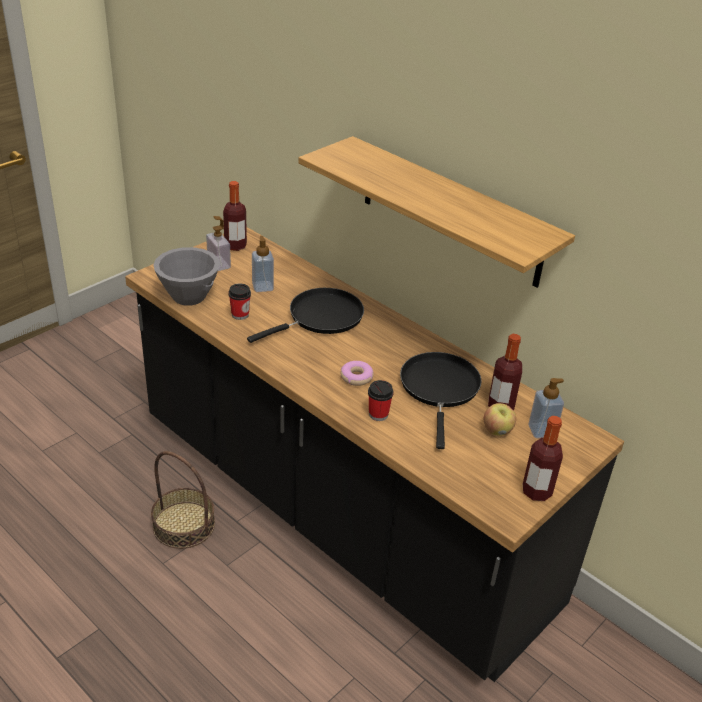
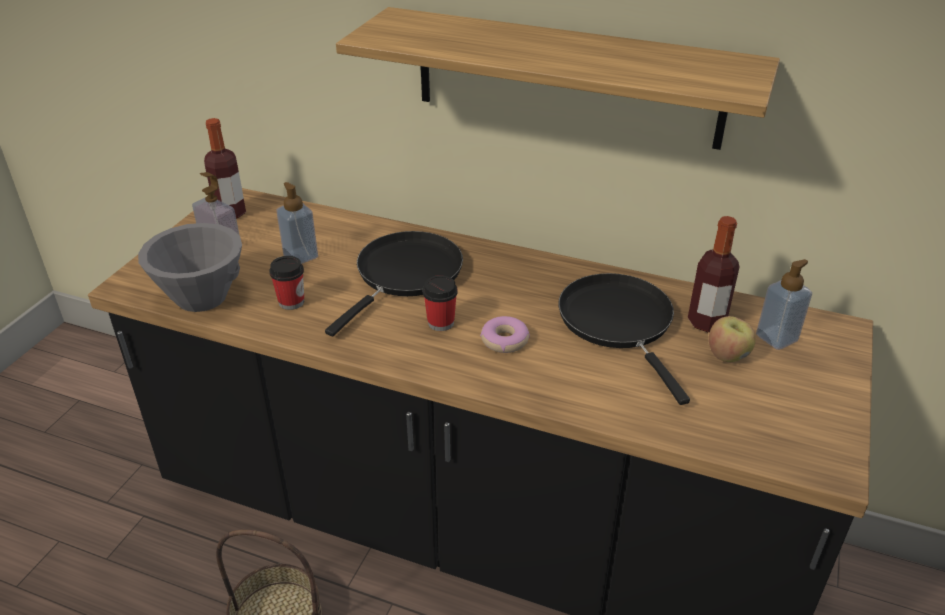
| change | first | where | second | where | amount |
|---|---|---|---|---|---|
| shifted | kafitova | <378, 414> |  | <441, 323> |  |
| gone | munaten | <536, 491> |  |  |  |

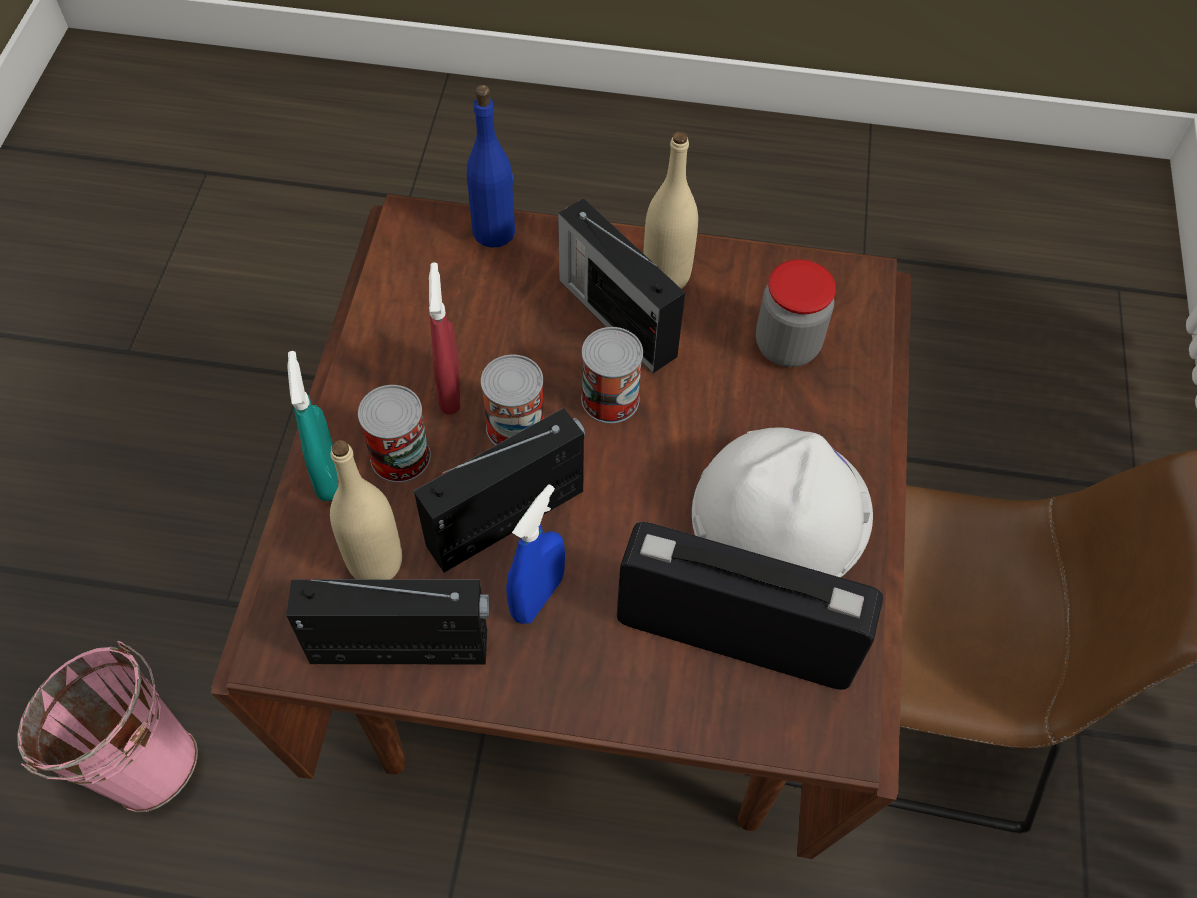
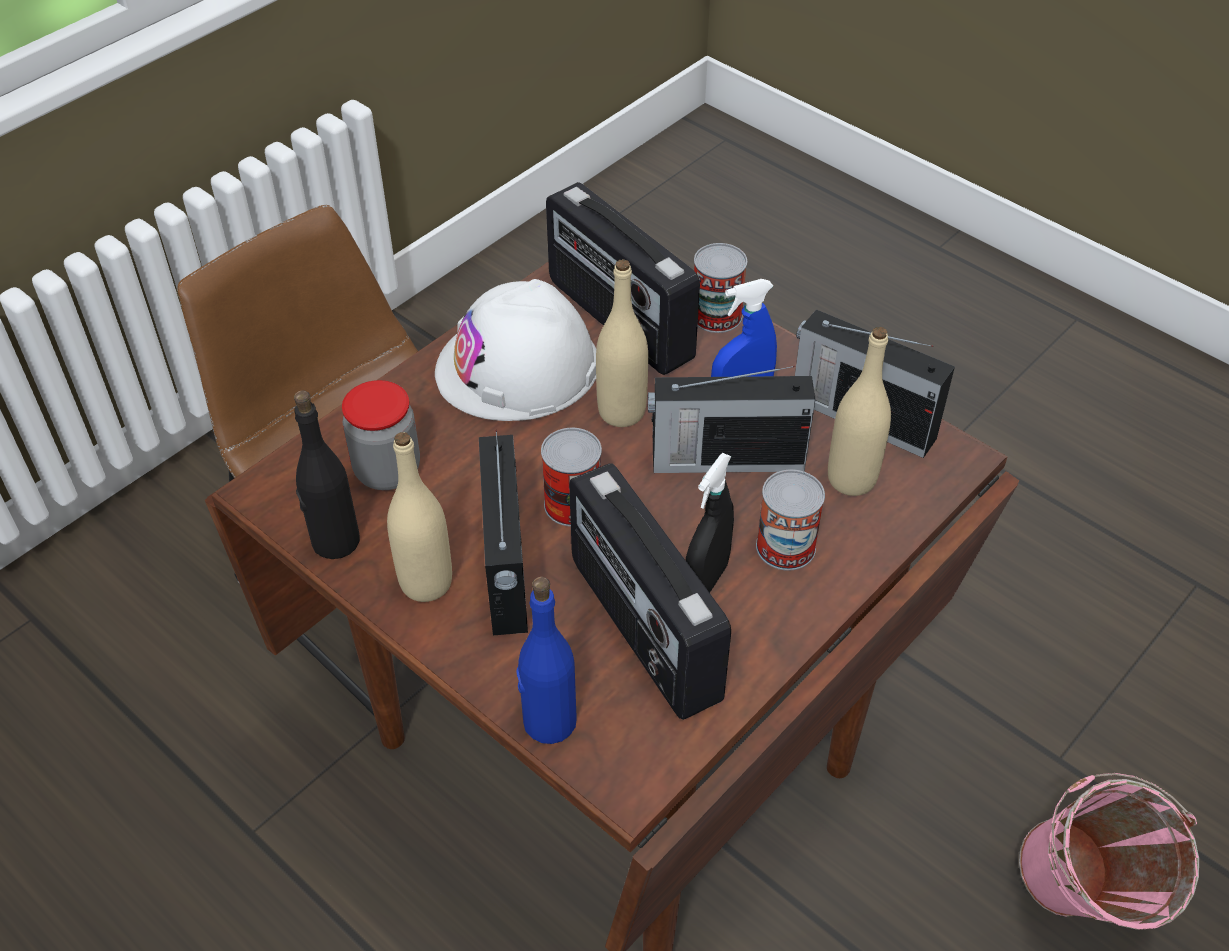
| change | first | where | second | where | amount |
|---|---|---|---|---|---|
| repainted | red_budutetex | <450, 390> | black_budutetex | <706, 580> |  |
| gone | turquoise_budutetex | <326, 474> |  |  |  |
| shifted | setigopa | <515, 426> |  | <716, 315> |  |
| new |  |  | beige_munaten | <621, 412> |  |
| new |  |  | black_munaten | <335, 541> |  |
| new |  |  | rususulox | <642, 630> |  |

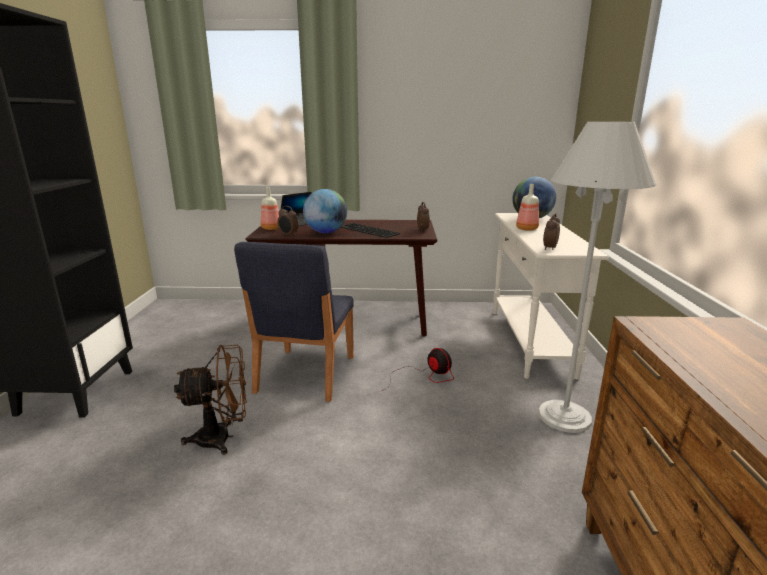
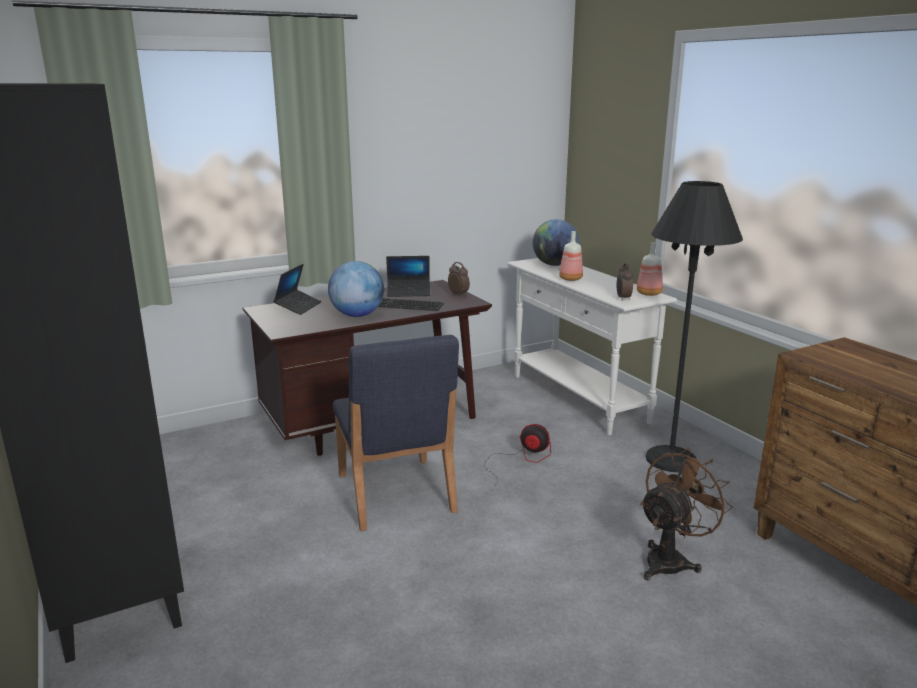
| change | first | where | second | where | amount |
|---|---|---|---|---|---|
| repainted | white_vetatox | <564, 417> | black_vetatox | <671, 459> |  |
| shifted | munaten | <272, 228> |  | <649, 293> |  |
| gone | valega | <288, 235> |  |  |  |
| shifted | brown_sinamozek | <223, 438> |  | <671, 560> |  |
| new |  |  | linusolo | <409, 292> |  |

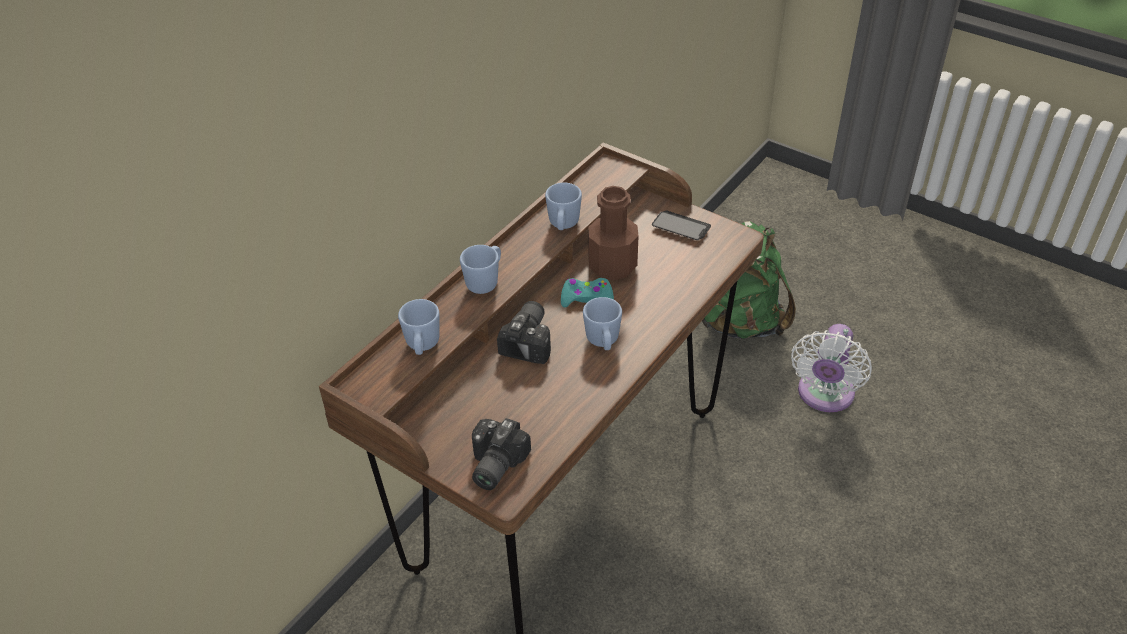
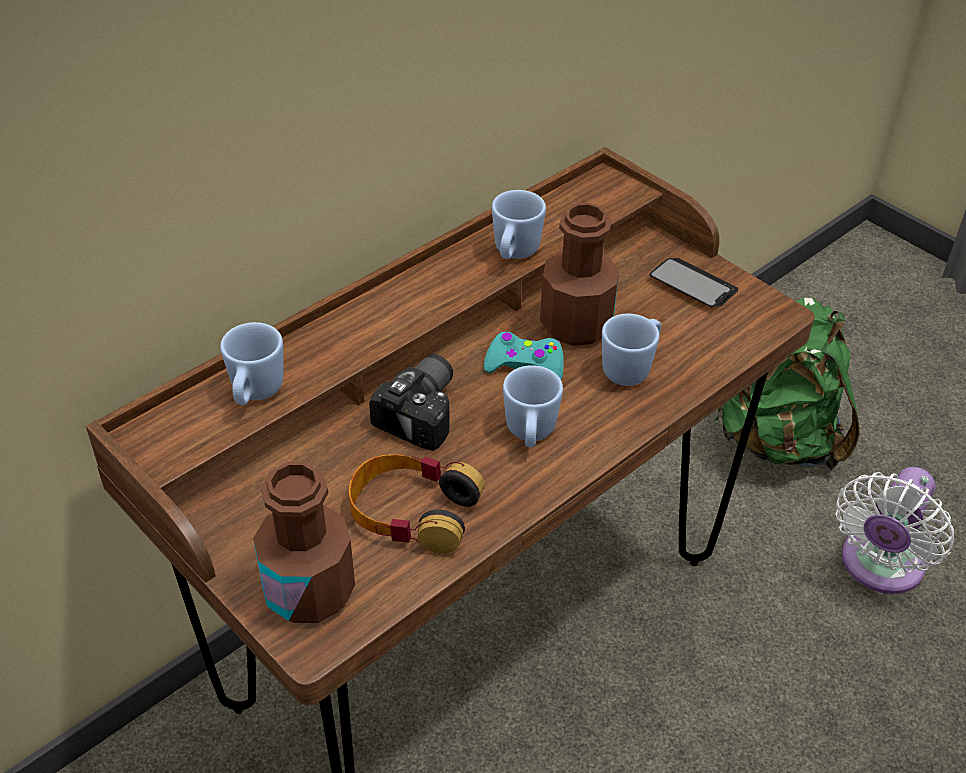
| change | first | where | second | where | amount |
|---|---|---|---|---|---|
| shifted | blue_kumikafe | <485, 281> |  | <631, 368> |  |
| swapped | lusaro | <493, 464> | brown_munaten | <309, 591> |  |
| new |  |  | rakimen | <412, 511> |  |

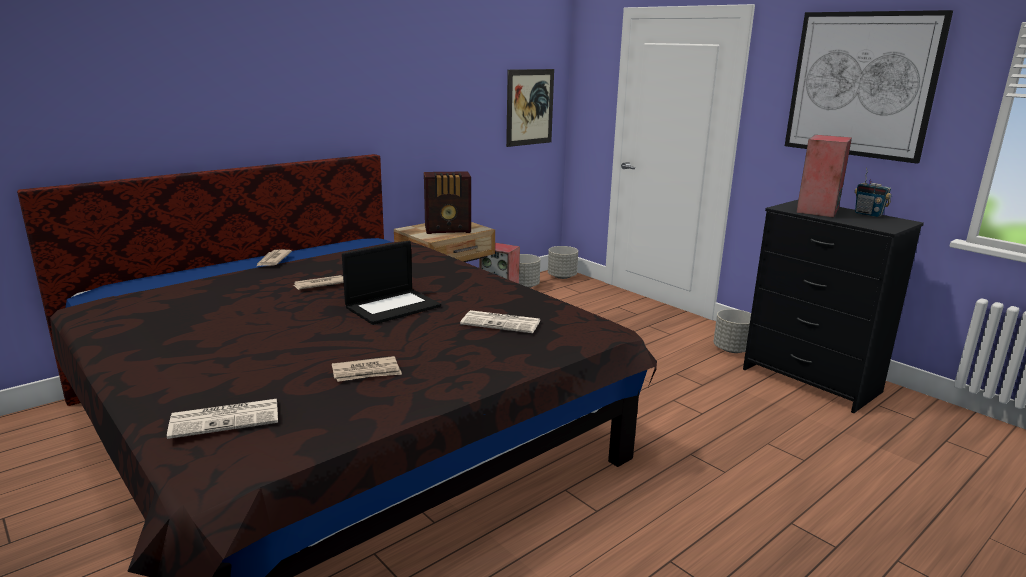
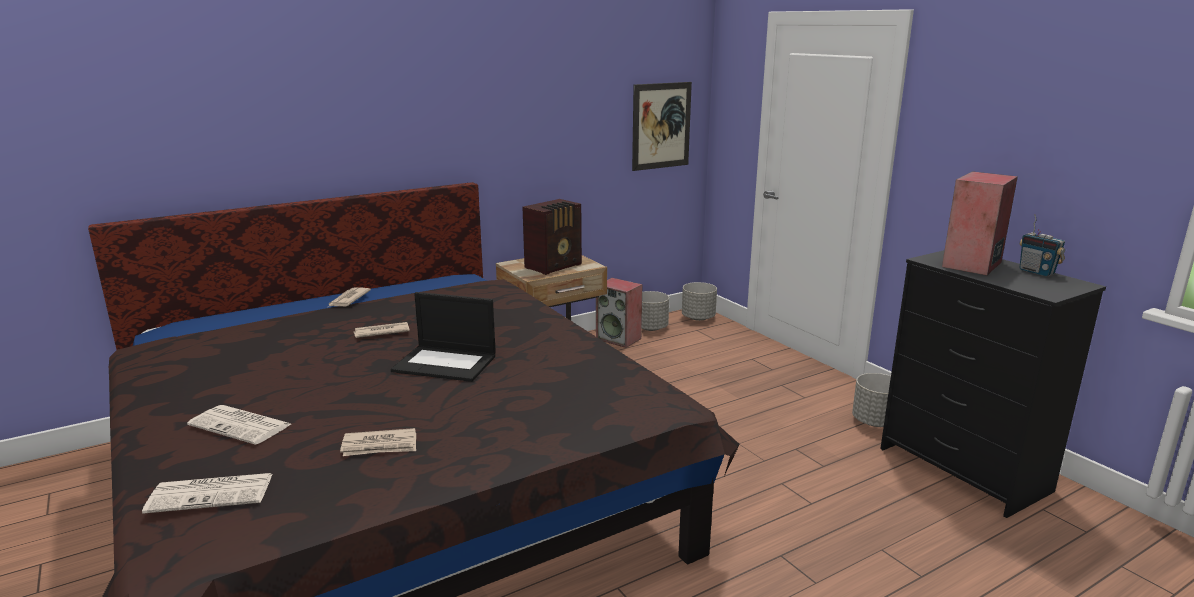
| change | first | where | second | where | amount |
|---|---|---|---|---|---|
| gone | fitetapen | <861, 85> |  |  |  |
| rotated | rususulox | <448, 230> |  | <555, 266> | 45 degrees counterclockwise |
| rotated | linusolo | <393, 306> |  | <446, 363> | 45 degrees clockwise |
| shifted | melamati | <502, 323> |  | <242, 425> |  |

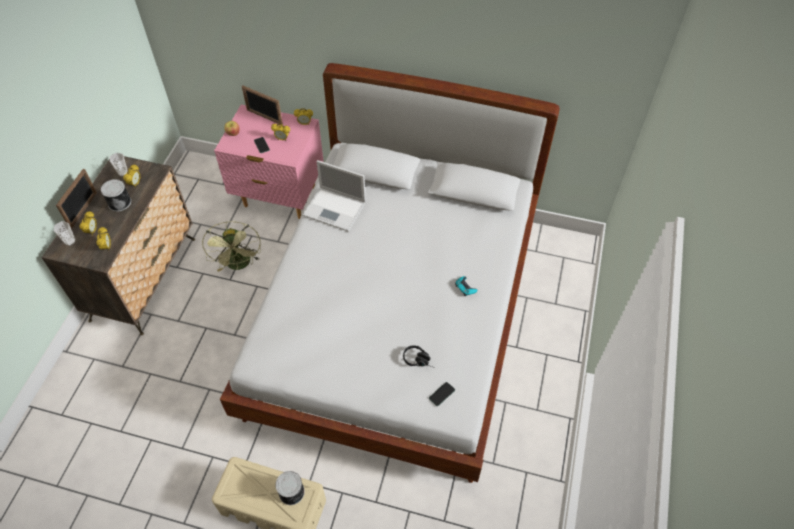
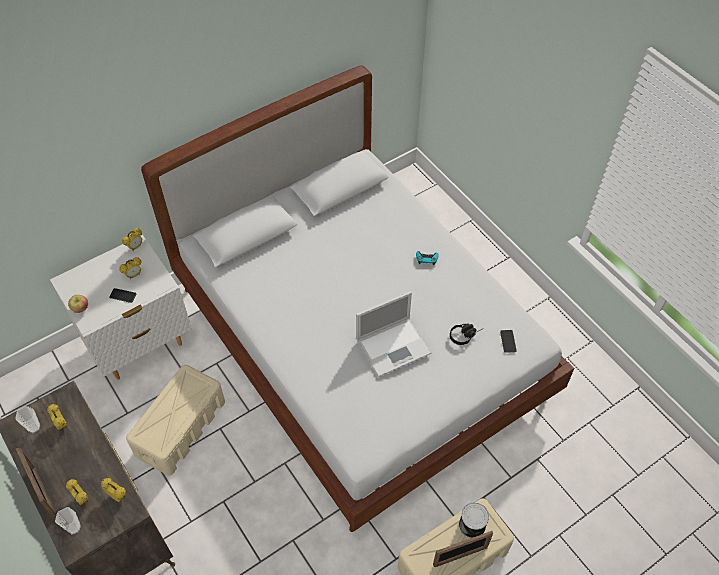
| change | first | where | second | where | amount |
|---|---|---|---|---|---|
| shifted | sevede | <264, 117> |  | <460, 556> |  |
| repainted | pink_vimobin | <279, 197> | white_vimobin | <139, 344> |  |
| shifted | linusolo | <335, 209> |  | <394, 346> |  |
| gone | setigopa | <119, 202> |  |  |  |
| swapped | green_sinamozek | <239, 265> | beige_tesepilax | <181, 427> |  |

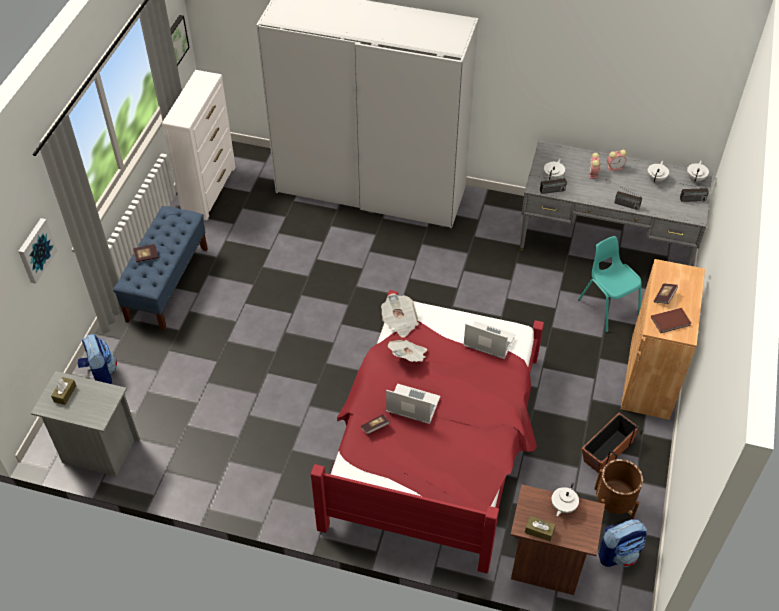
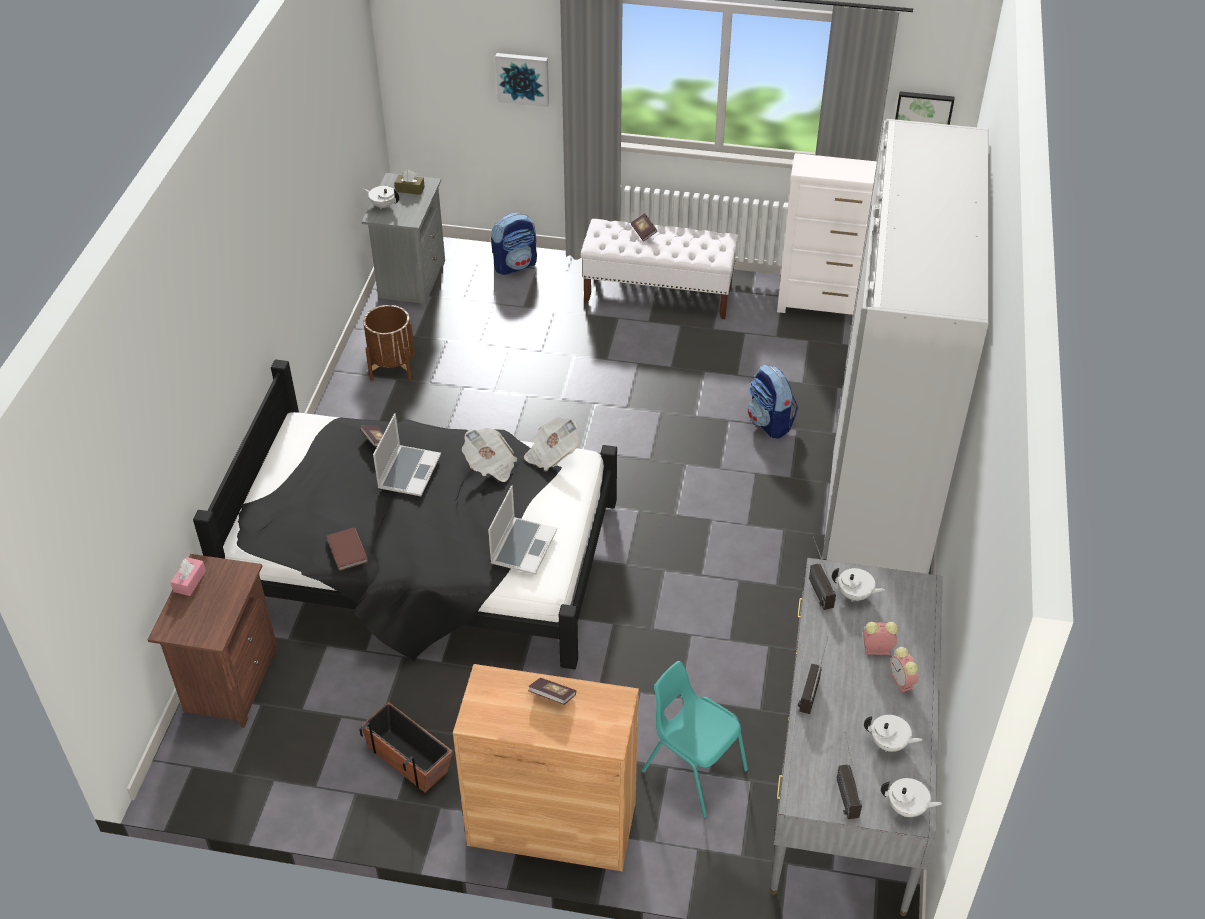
| change | first | where | second | where | amount |
|---|---|---|---|---|---|
| repainted | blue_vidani | <167, 284> | white_vidani | <658, 294> |  |
| rotated | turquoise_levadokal | <608, 307> |  | <693, 770> | 105 degrees counterclockwise |
| repainted | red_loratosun | <435, 440> | black_loratosun | <426, 561> |  |
| shifted | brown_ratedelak | <671, 322> |  | <346, 551> |  |
| shifted | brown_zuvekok | <613, 504> |  | <392, 366> |  |
| shifted | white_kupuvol | <563, 506> |  | <383, 205> |  |
| repainted | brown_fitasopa | <539, 531> | pink_fitasopa | <189, 581> |  |
| shifted | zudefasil | <618, 553> |  | <770, 423> |  |

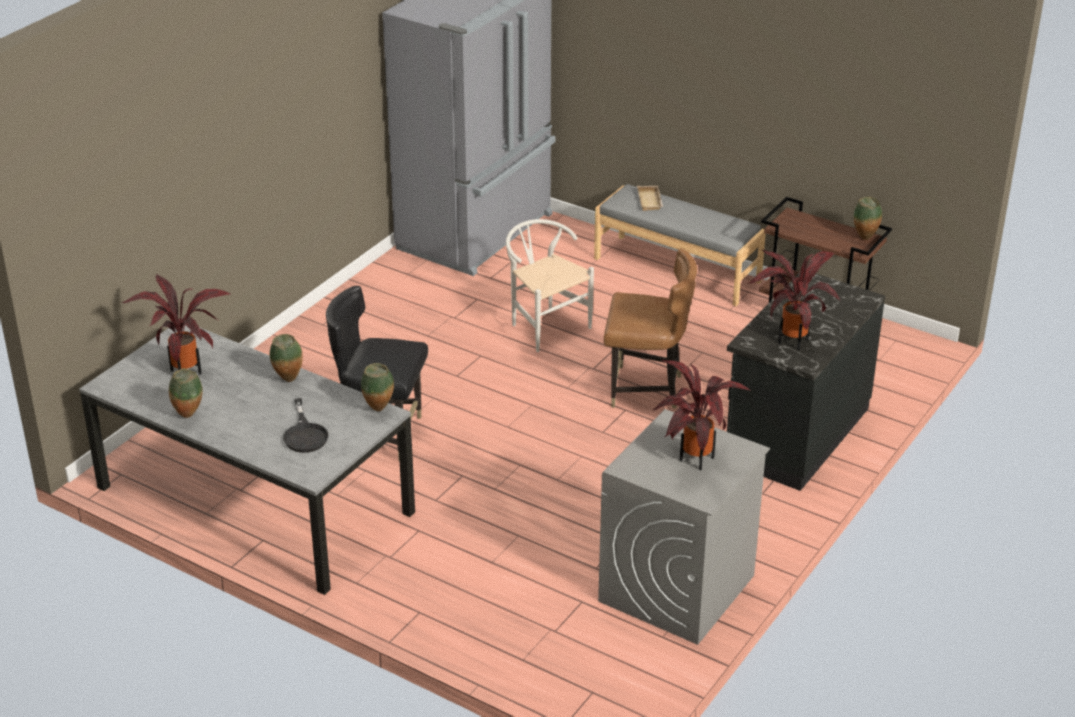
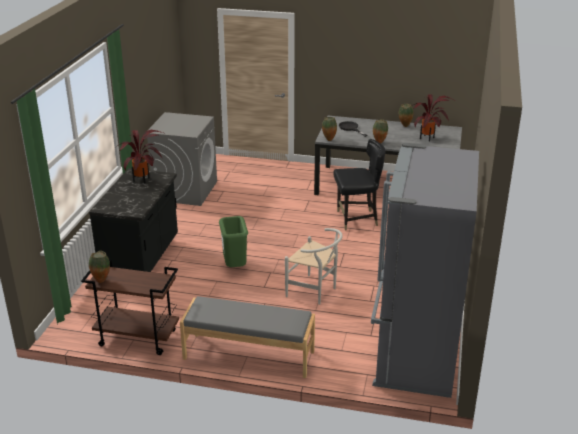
| change | first | where | second | where | amount |
|---|---|---|---|---|---|
| gone | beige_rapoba | <650, 201> |  |  |  |
| swapped | brown_levadokal | <645, 389> | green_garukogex | <234, 267> |  |
| gone | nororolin | <693, 460> |  |  |  |

